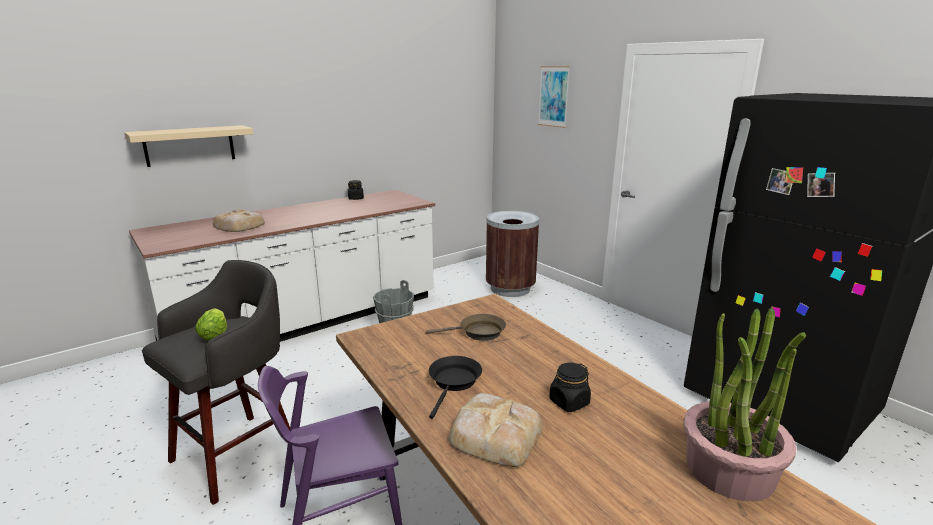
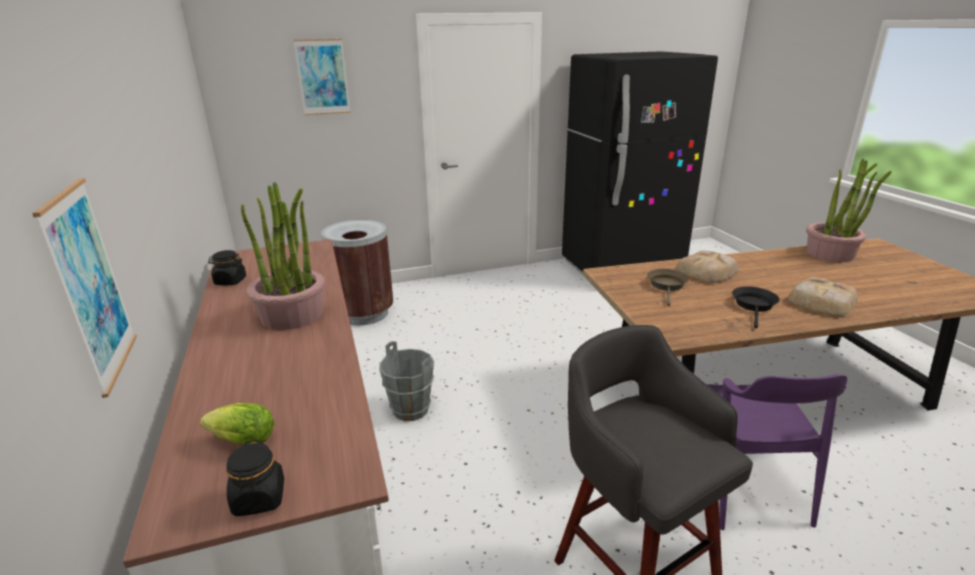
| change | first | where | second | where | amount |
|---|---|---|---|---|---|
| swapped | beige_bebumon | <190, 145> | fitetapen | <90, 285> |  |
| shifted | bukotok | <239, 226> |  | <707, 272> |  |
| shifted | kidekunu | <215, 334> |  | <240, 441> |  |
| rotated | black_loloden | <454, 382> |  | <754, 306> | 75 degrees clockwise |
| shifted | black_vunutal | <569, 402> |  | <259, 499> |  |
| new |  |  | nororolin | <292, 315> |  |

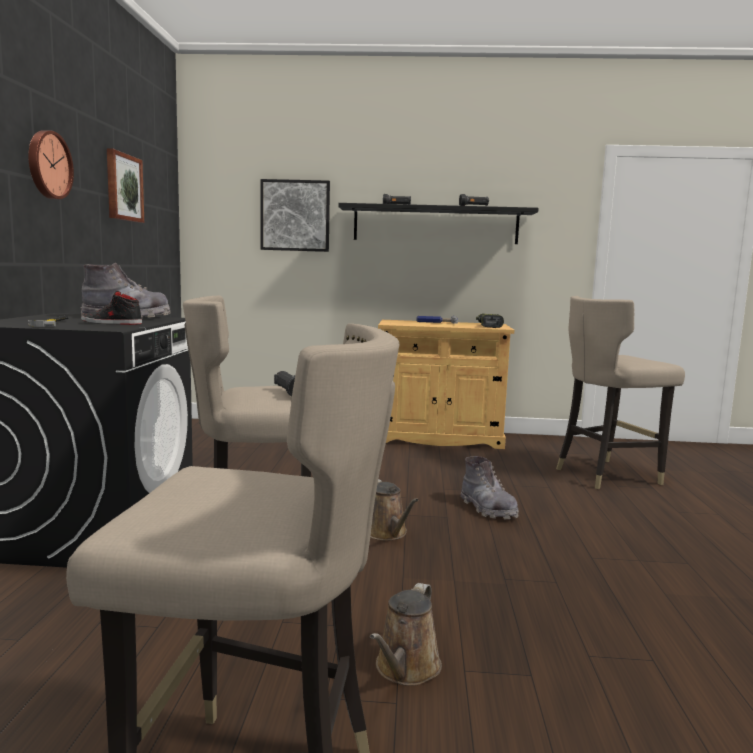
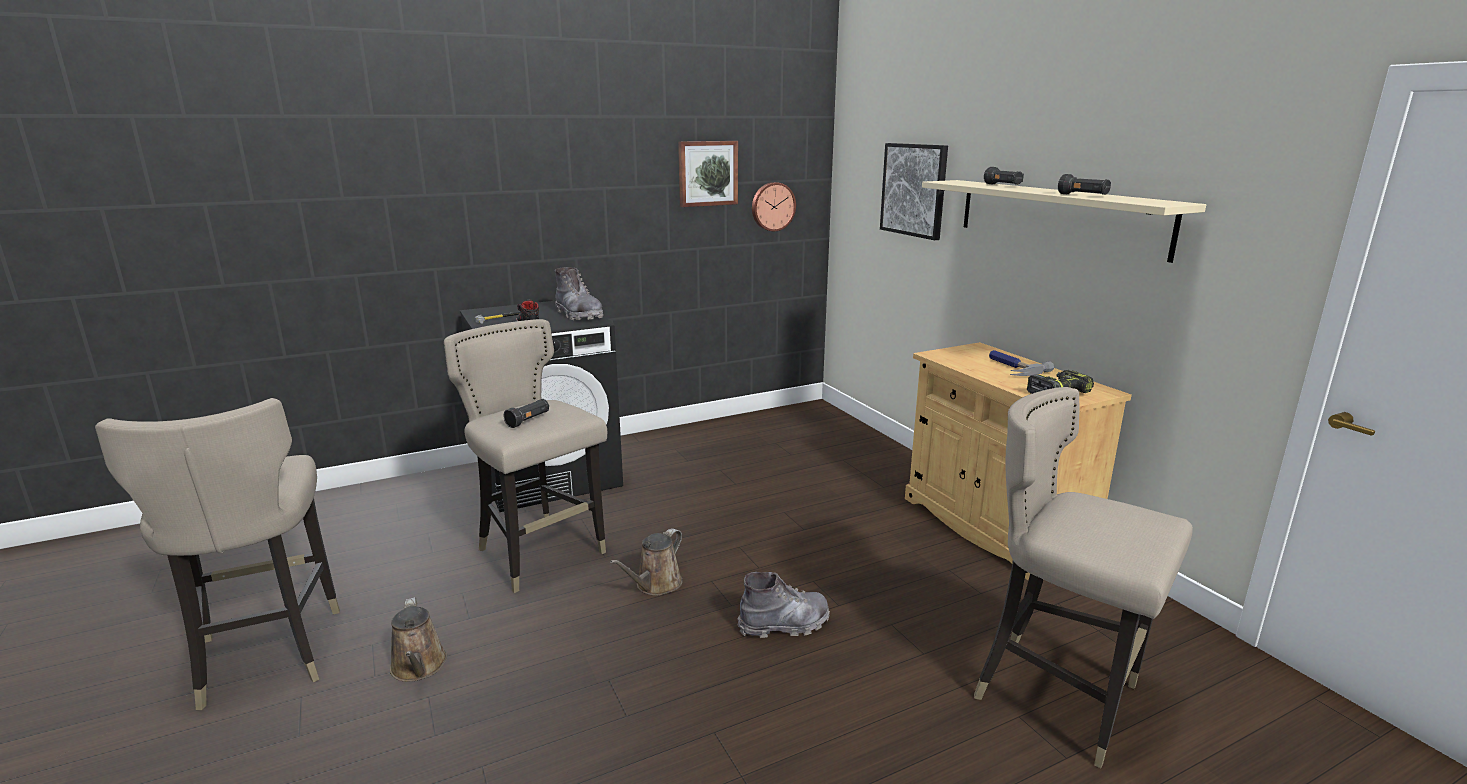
| change | first | where | second | where | amount |
|---|---|---|---|---|---|
| shifted | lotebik | <48, 165> |  | <772, 206> |  |
| repainted | black_bebumon | <435, 225> | beige_bebumon | <1057, 216> |  |
| rotated | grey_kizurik | <488, 509> |  | <784, 625> | 135 degrees counterclockwise |
| rotated | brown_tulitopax | <405, 669> |  | <419, 667> | 105 degrees counterclockwise |

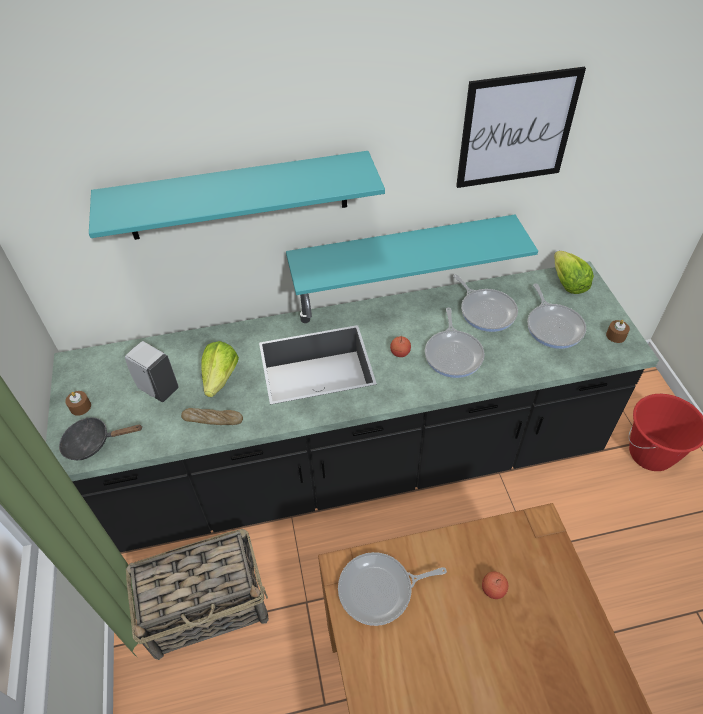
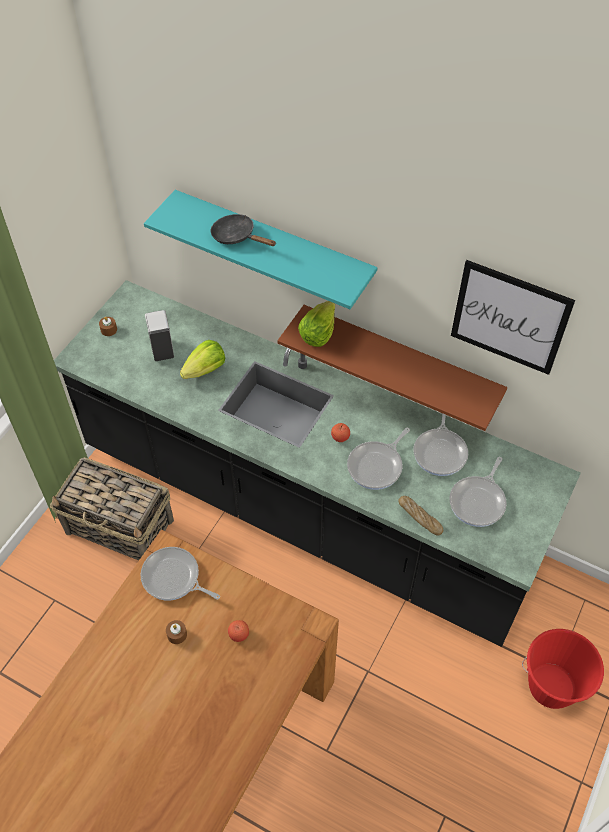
| change | first | where | second | where | amount |
|---|---|---|---|---|---|
| repainted | turquoise_bebumon | <402, 253> | brown_bebumon | <400, 360> |  |
| shifted | kidekunu | <567, 283> |  | <318, 333> |  |
| shifted | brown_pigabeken | <616, 335> |  | <177, 634> |  |
| shifted | bukotok | <213, 419> |  | <420, 517> |  |
| shifted | black_loloden | <92, 442> |  | <237, 237> |  |

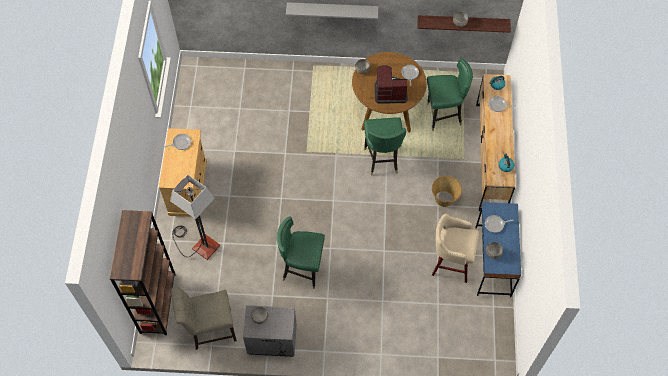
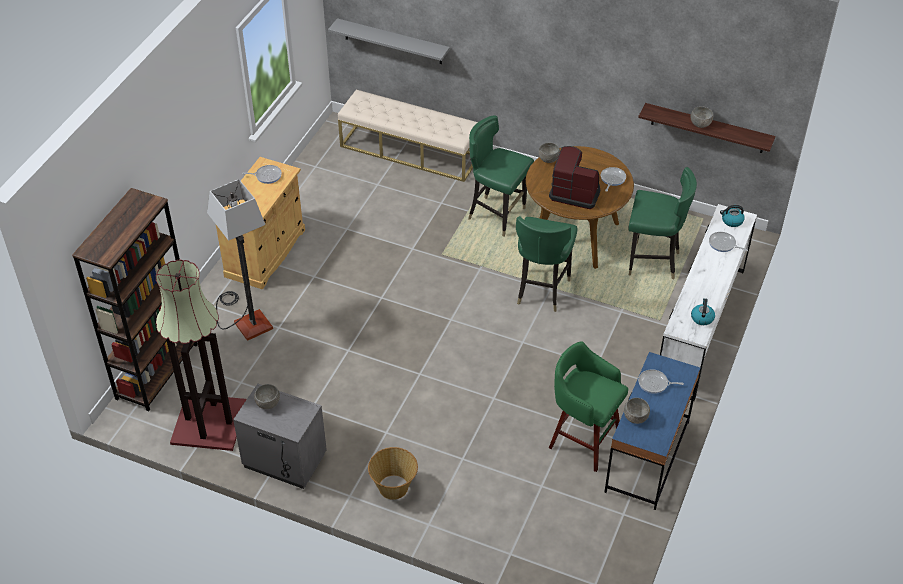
| change | first | where | second | where | amount |
|---|---|---|---|---|---|
| shifted | grey_bebumon | <332, 9> |  | <393, 41> |  |
| repainted | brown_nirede | <490, 156> | white_nirede | <700, 327> |  |
| shifted | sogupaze | <444, 199> |  | <394, 487> |  |
| repainted | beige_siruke | <450, 263> | green_siruke | <583, 440> |  |
| shifted | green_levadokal | <302, 269> |  | <497, 215> |  |
| swapped | beige_levadokal | <210, 329> | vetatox | <208, 421> |  |
| new |  |  | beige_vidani | <410, 151> |  |

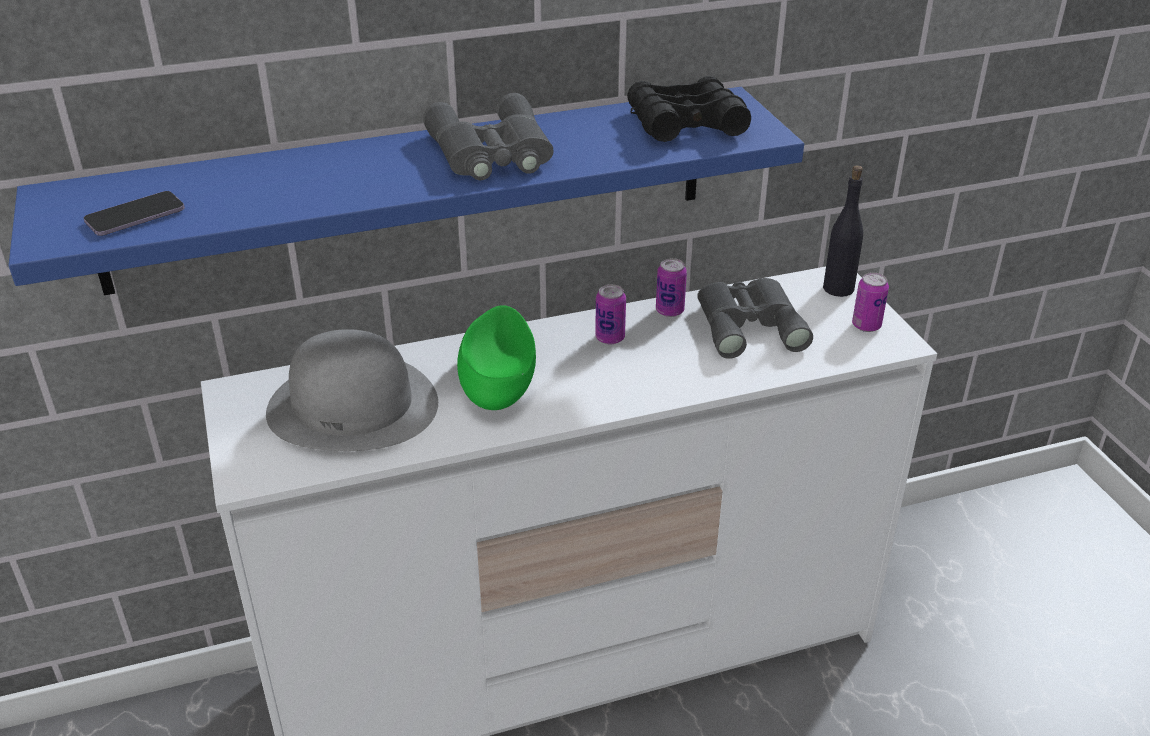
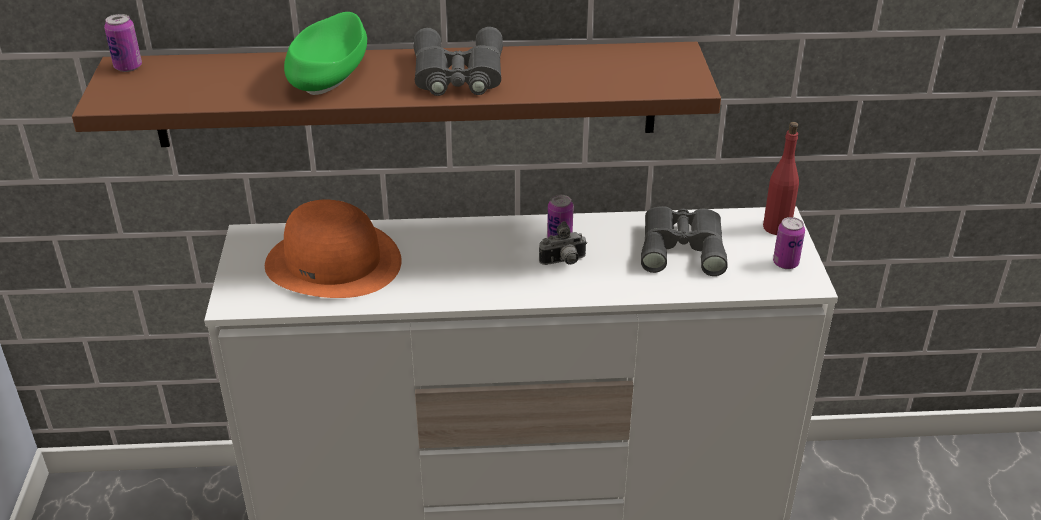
| change | first | where | second | where | amount |
|---|---|---|---|---|---|
| gone | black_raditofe | <686, 124> |  |  |  |
| repainted | blue_bebumon | <413, 188> | brown_bebumon | <406, 94> |  |
| repainted | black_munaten | <838, 288> | red_munaten | <777, 227> |  |
| gone | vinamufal | <135, 216> |  |  |  |
| shifted | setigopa | <669, 311> |  | <128, 67> |  |
| shifted | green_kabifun | <497, 380> |  | <329, 75> |  |
| repainted | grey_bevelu | <353, 406> | orange_bevelu | <334, 262> |  |
| new |  |  | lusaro | <564, 262> |  |

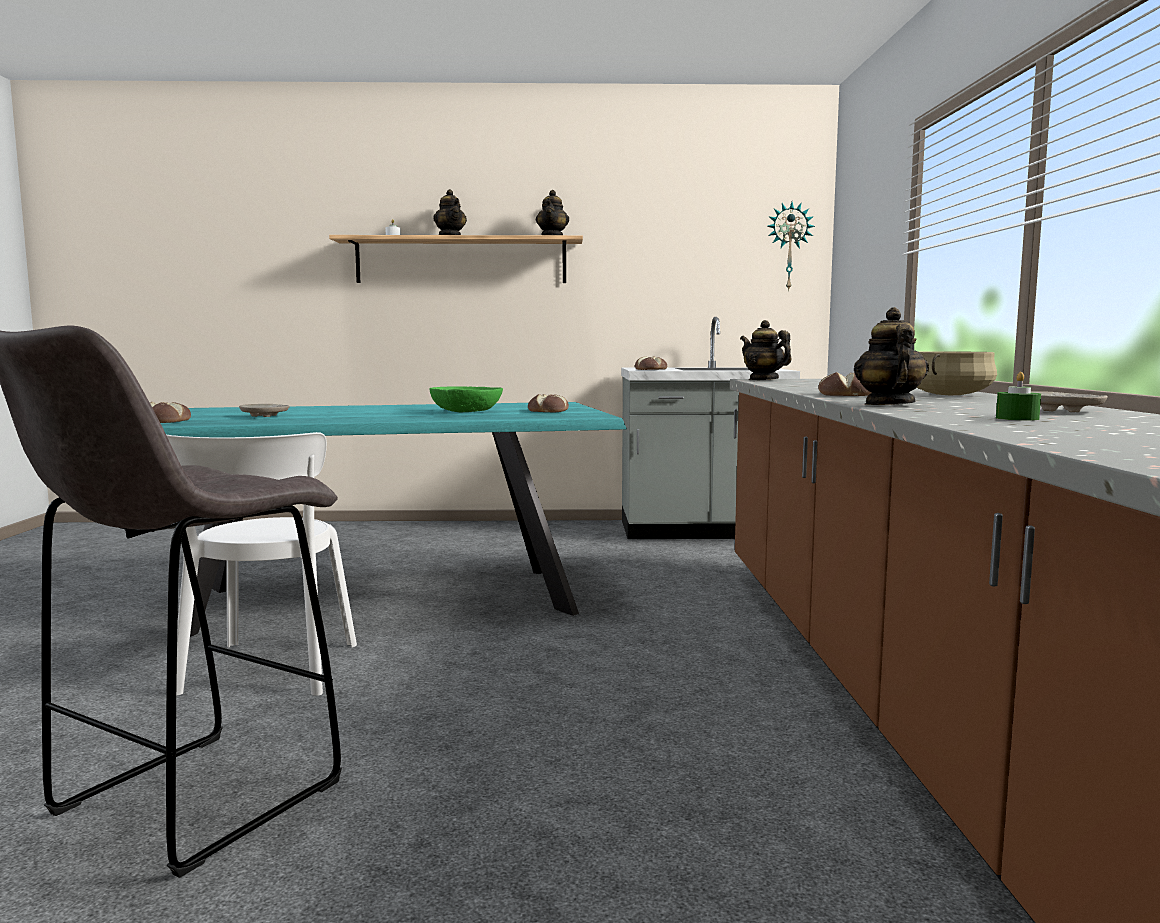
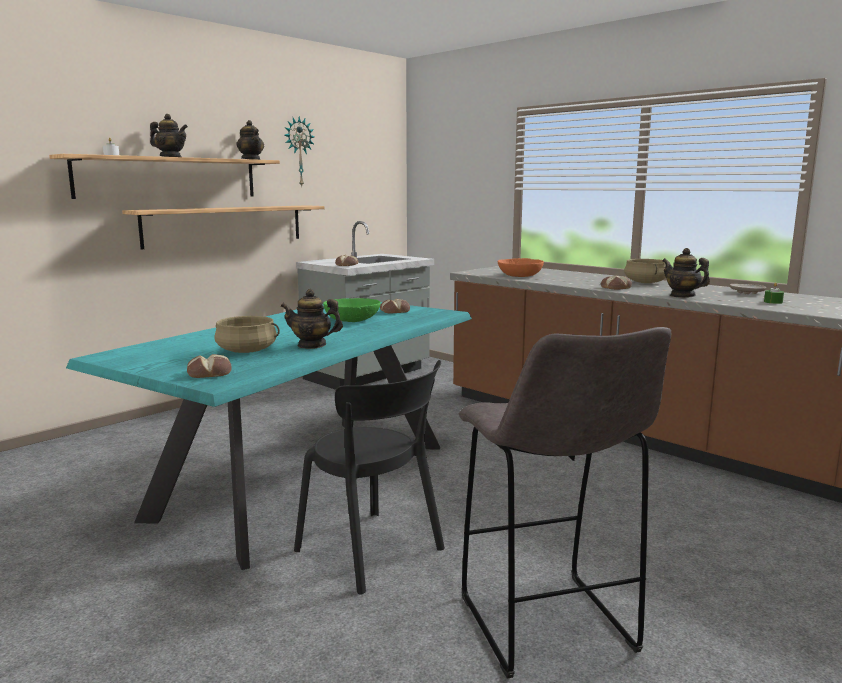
| change | first | where | second | where | amount |
|---|---|---|---|---|---|
| shifted | lotebik | <789, 246> |  | <298, 152> |  |
| shifted | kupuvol | <763, 379> |  | <312, 345> |  |
| swapped | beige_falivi | <265, 416> | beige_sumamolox | <247, 351> |  |
| repainted | white_levadokal | <267, 671> | black_levadokal | <373, 552> |  |
| new |  |  | bebumon | <225, 225> |  |
| new |  |  | orange_kabifun | <519, 276> |  |

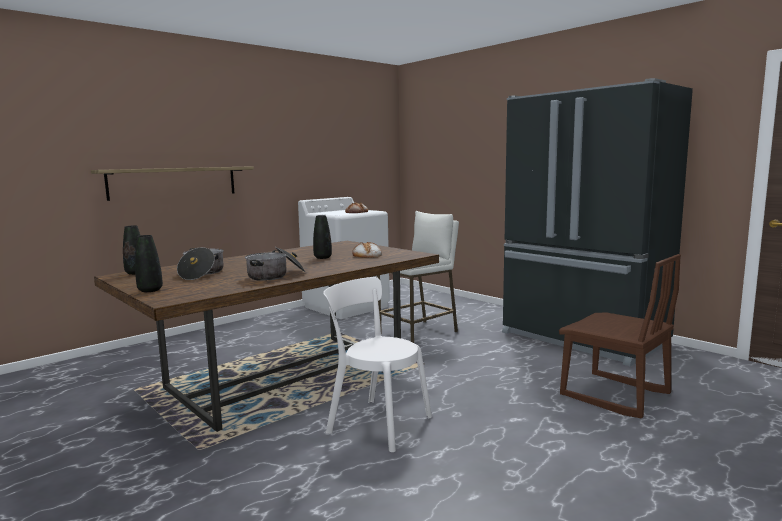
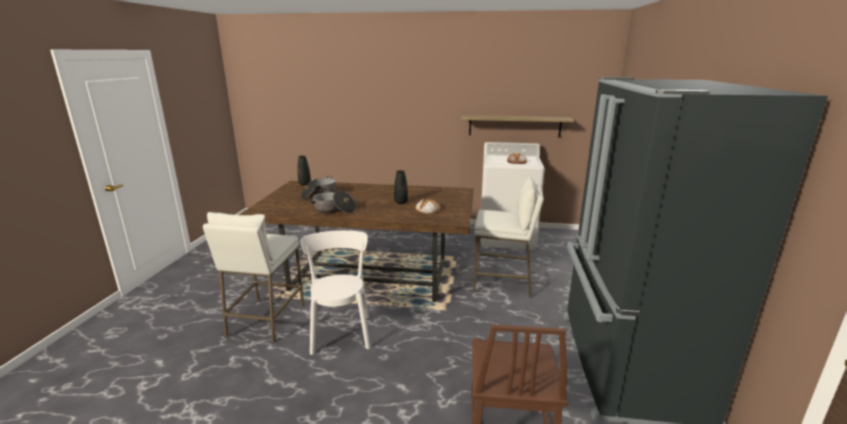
| change | first | where | second | where | amount |
|---|---|---|---|---|---|
| shifted | bebumon | <174, 182> |  | <514, 126> |  |
| gone | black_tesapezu | <150, 290> |  |  |  |
| new |  |  | white_siruke | <266, 320> |  |

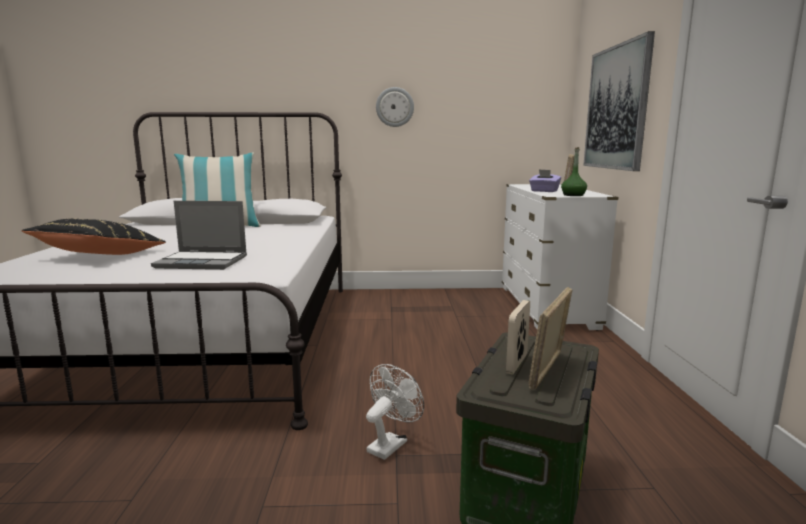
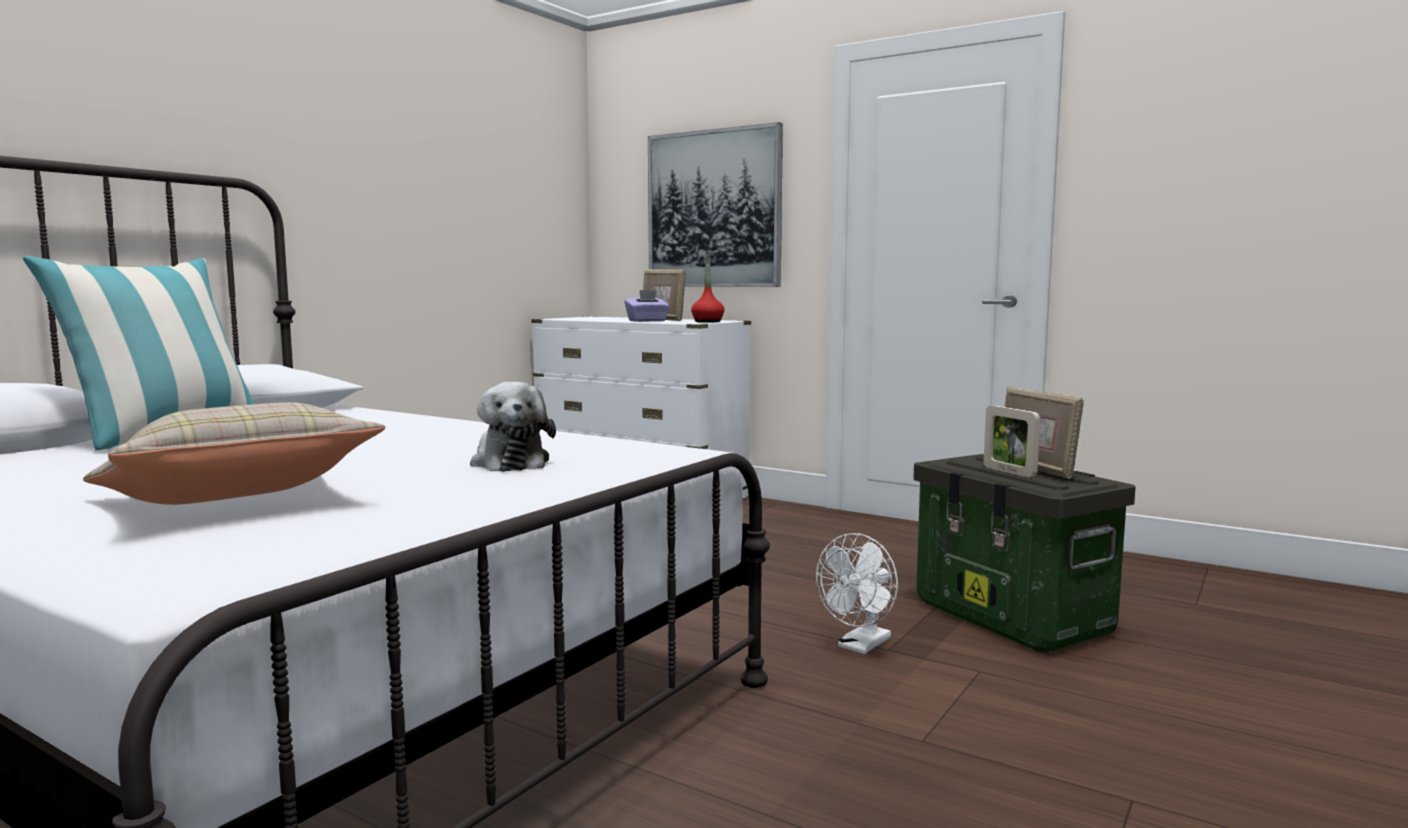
| change | first | where | second | where | amount |
|---|---|---|---|---|---|
| gone | lotebik | <394, 107> |  |  |  |
| repainted | green_munaten | <573, 195> | red_munaten | <707, 322> |  |
| swapped | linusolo | <203, 262> | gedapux | <510, 462> |  |
| repainted | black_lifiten | <100, 255> | beige_lifiten | <236, 502> |  |
| rotated | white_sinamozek | <390, 443> |  | <860, 646> | 120 degrees counterclockwise |

